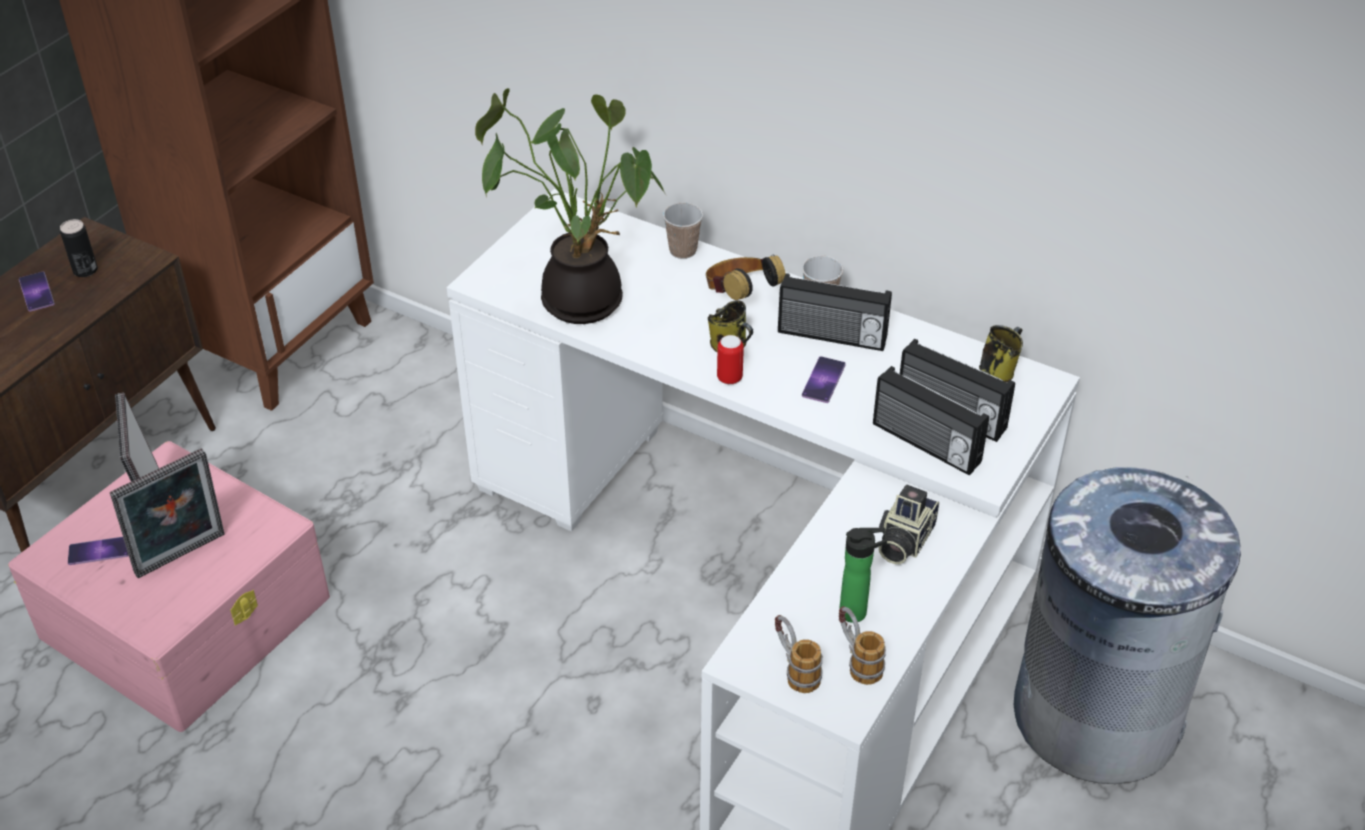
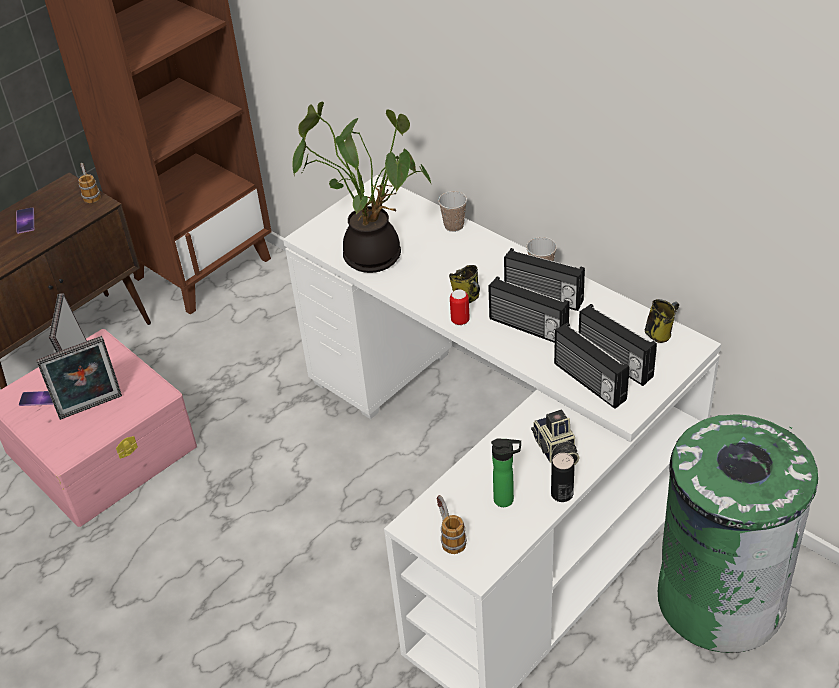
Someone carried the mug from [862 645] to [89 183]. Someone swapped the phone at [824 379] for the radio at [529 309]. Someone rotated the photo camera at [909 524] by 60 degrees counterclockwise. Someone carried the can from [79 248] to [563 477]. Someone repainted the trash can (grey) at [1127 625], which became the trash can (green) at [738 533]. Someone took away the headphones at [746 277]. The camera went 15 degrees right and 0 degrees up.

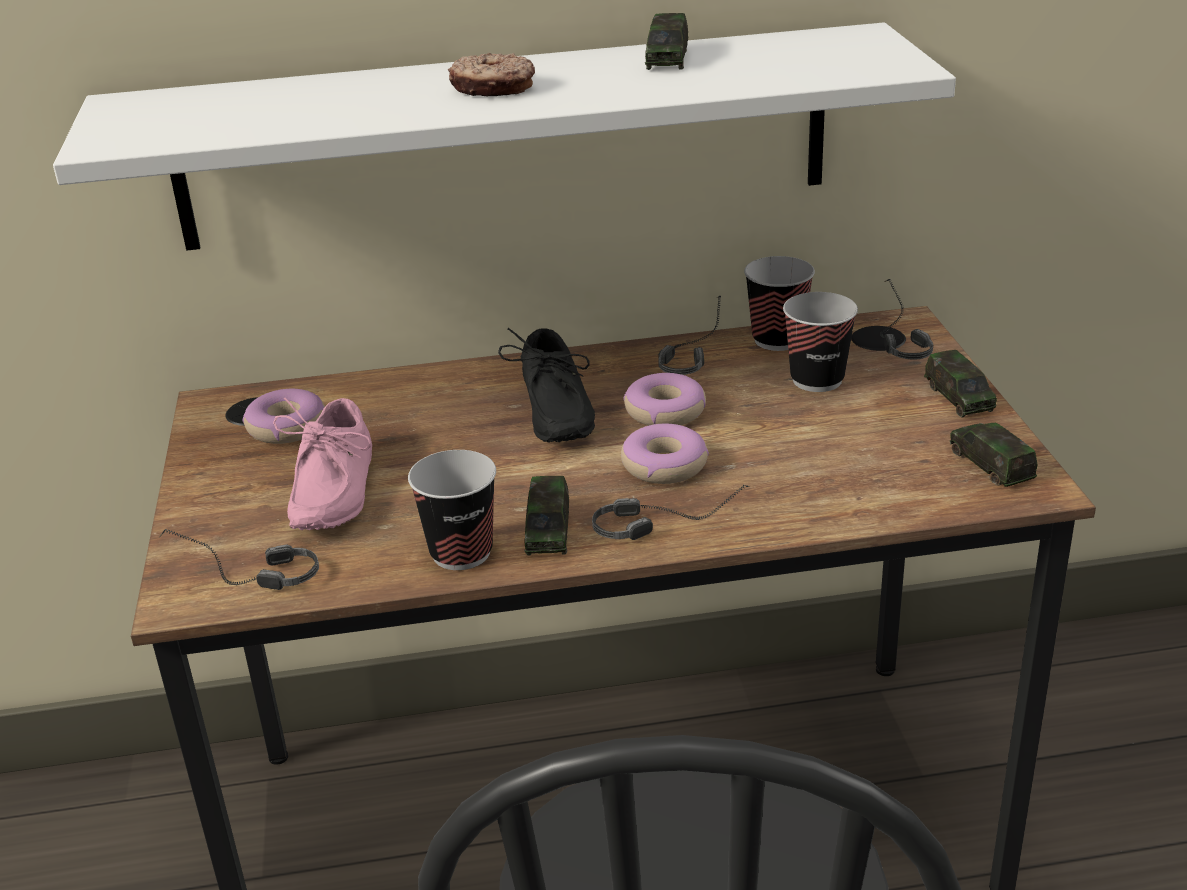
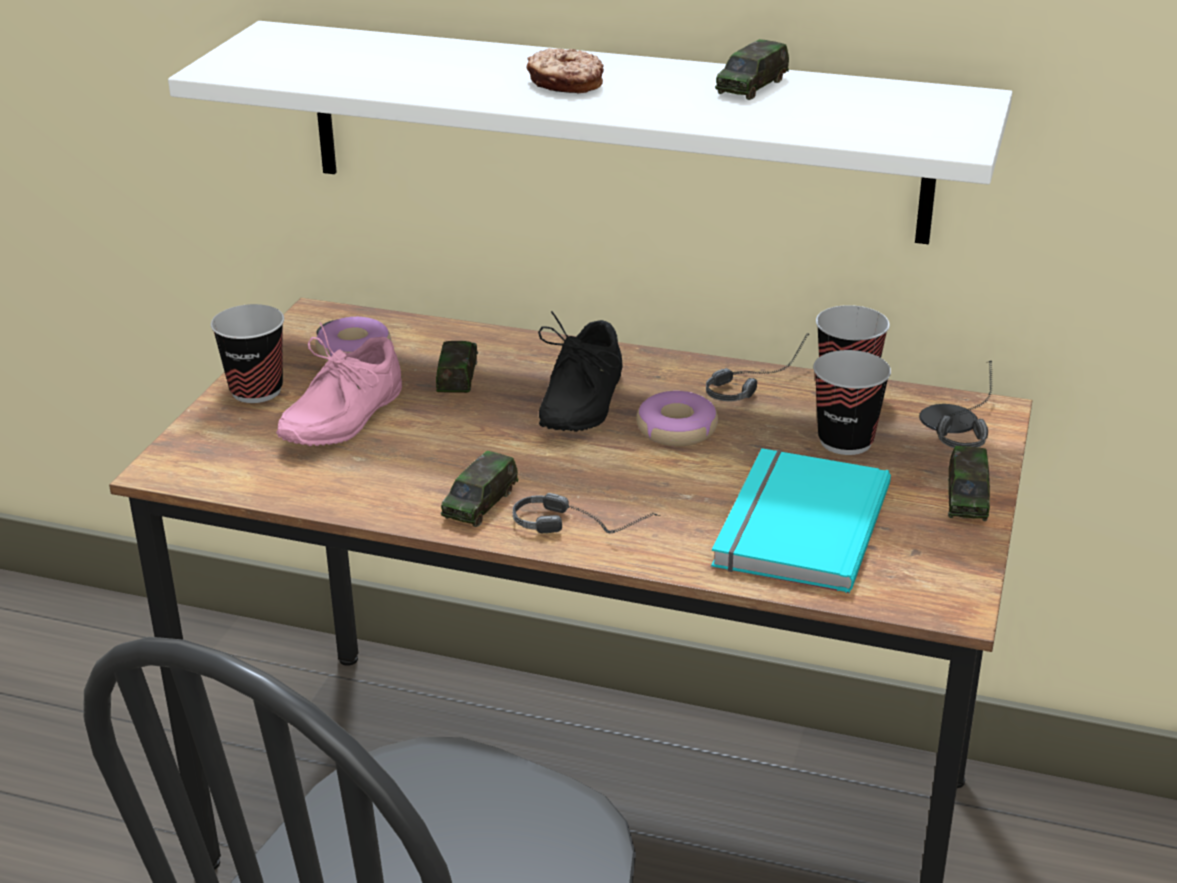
Someone carried the cup from [452 510] to [247 353]. Someone carried the toy car from [993 455] to [457 367]. Someone put down the book (turquoise) at [801 520]. Someone took away the headphones at [239 559]. Someone took away the donut at [665 454]. The camera went 25 degrees right and 0 degrees up.

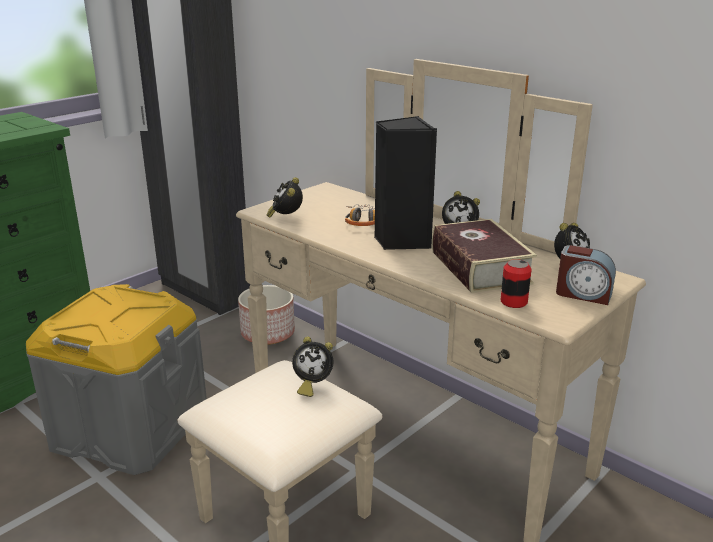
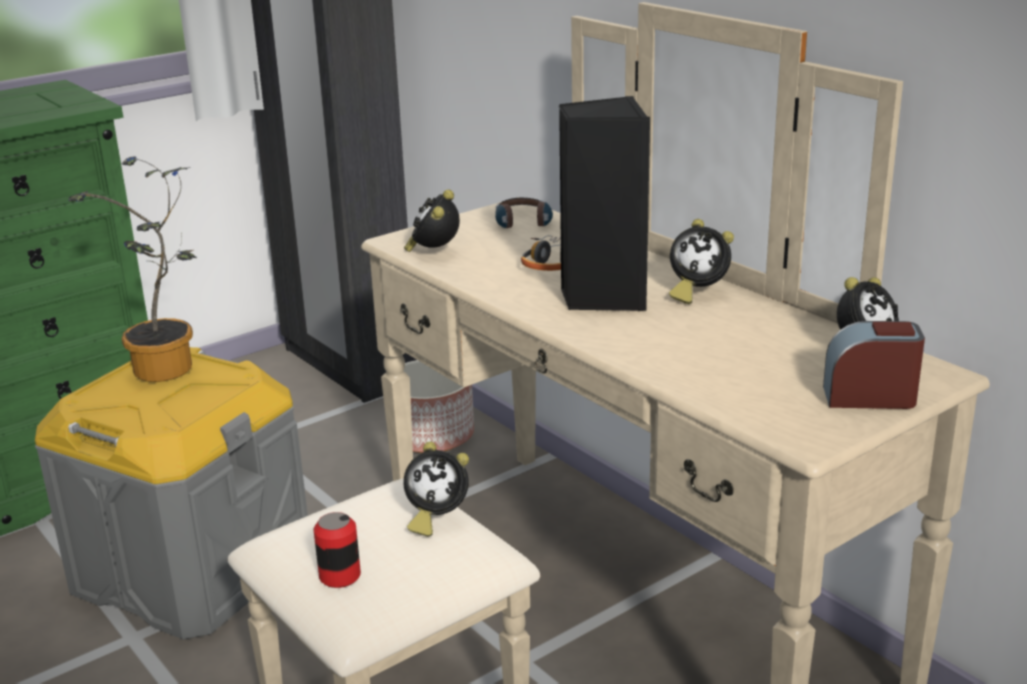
Someone put down the potted plant at [132 269]. Someone carried the can from [516 283] to [337 550]. Someone put down the headphones at [524 213]. Someone rotated the alarm clock at [586 275] by 150 degrees clockwise. Someone took away the book at [484 256]. The camera went 10 degrees right and 0 degrees up.

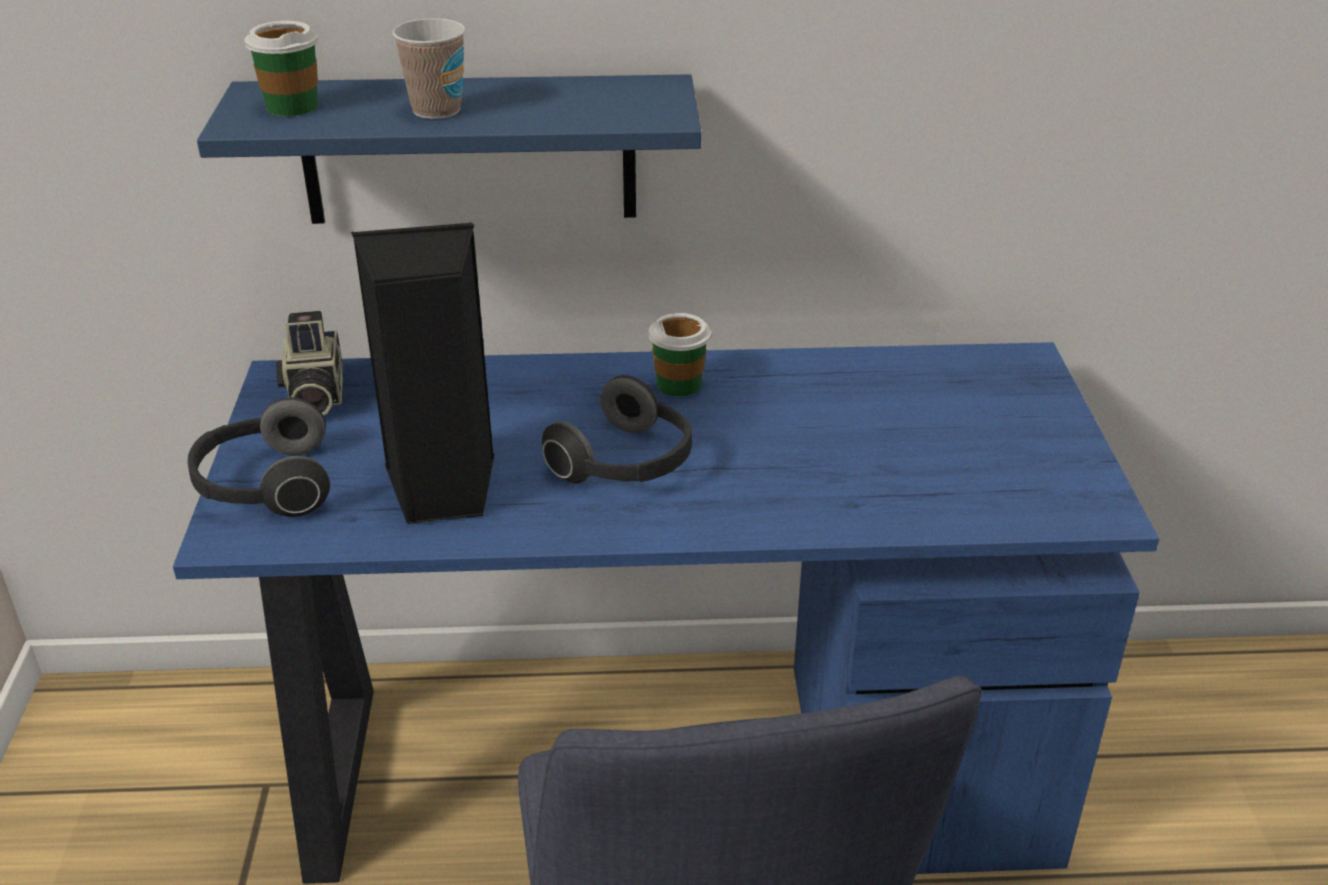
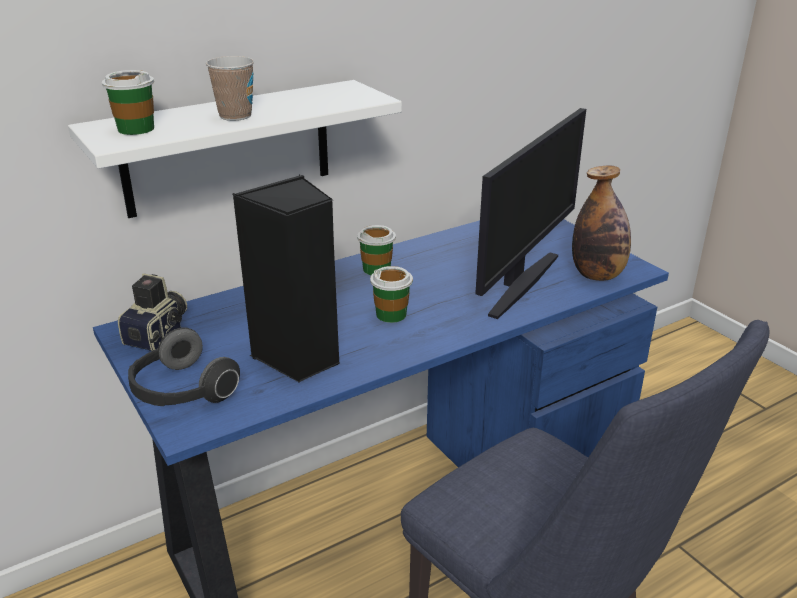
Someone repainted the shelf (blue) at [449 149], which became the shelf (white) at [235 149]. Someone rotated the photo camera at [309 363] by 120 degrees counterclockwise. Someone swapped the headphones at [617 429] for the cup at [391 294]. Someone put down the monitor at [530 213]. Someone put down the bottle at [601 223]. The camera went 30 degrees left and 5 degrees down.

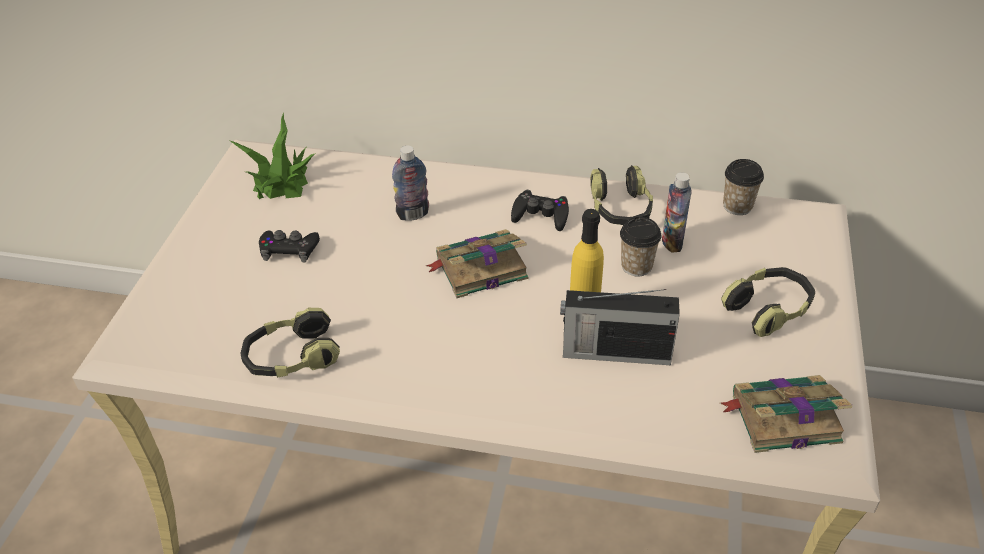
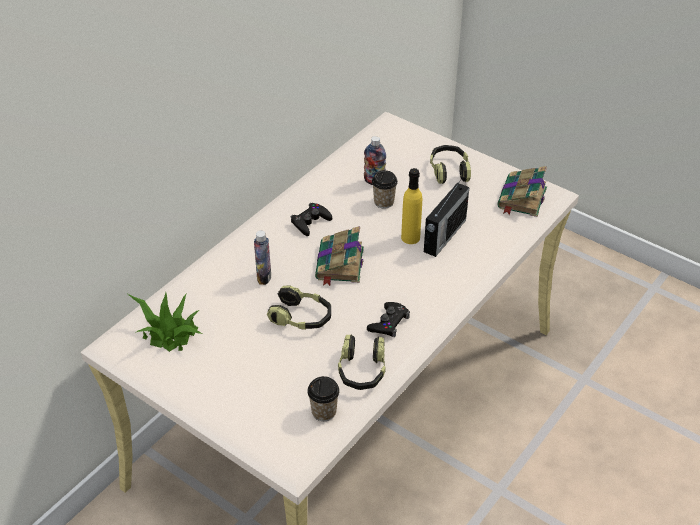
Someone carried the headphones from [621 195] to [299 307]. Someone carried the cup from [743 187] to [323 398]. Someone carried the game controller (black) from [289 246] to [388 319]. The camera went 65 degrees left and 0 degrees up.

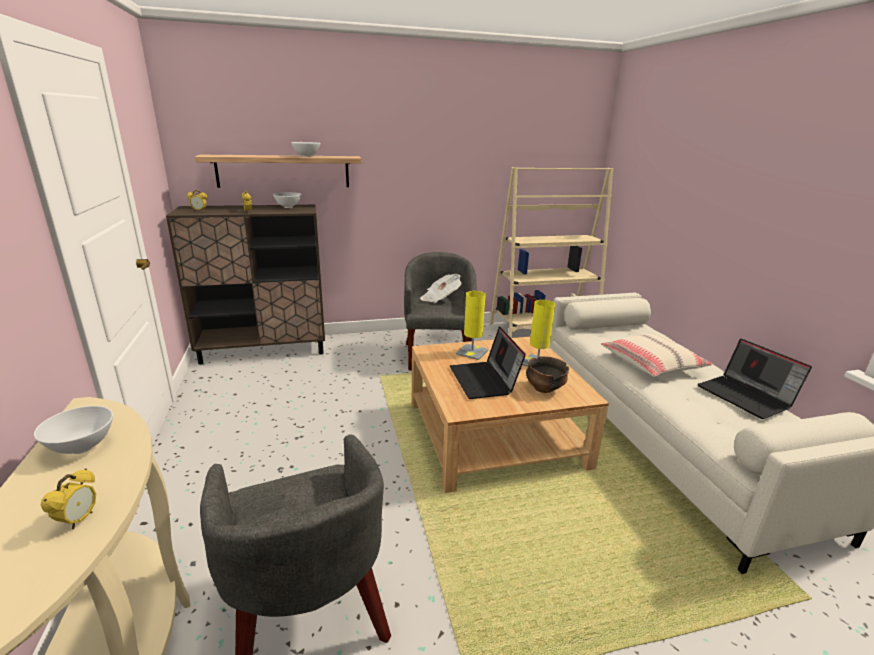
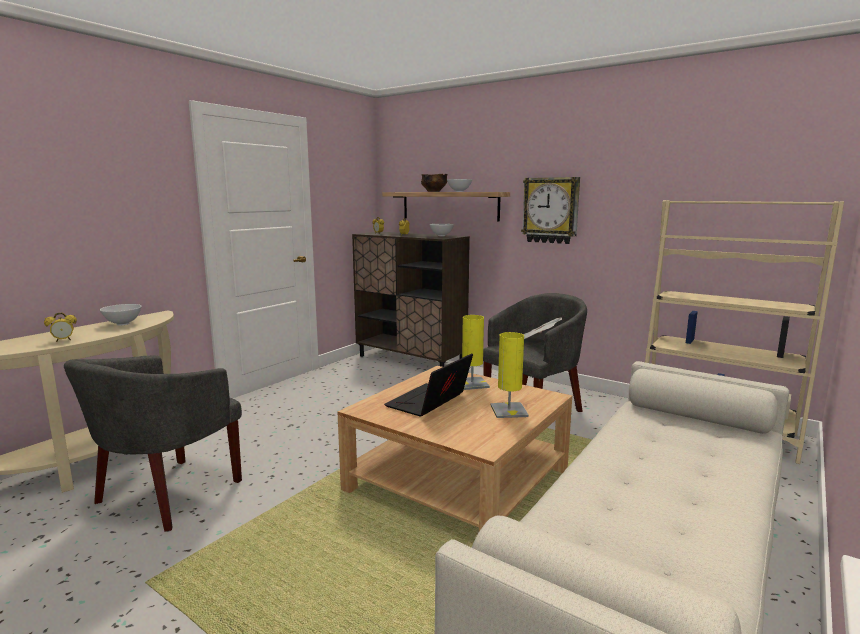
Someone carried the bowl from [547 374] to [434 183]. Someone put up the wall clock at [550 210]. Someone took away the pillow (beige) at [657 355]. Someone took away the laptop at [754 379]. The camera went 50 degrees right and 10 degrees down.

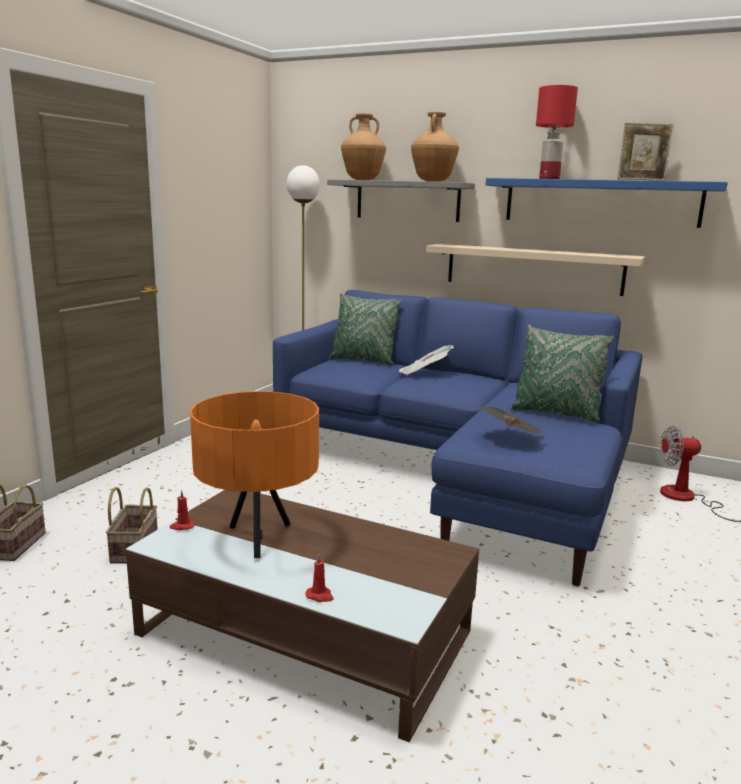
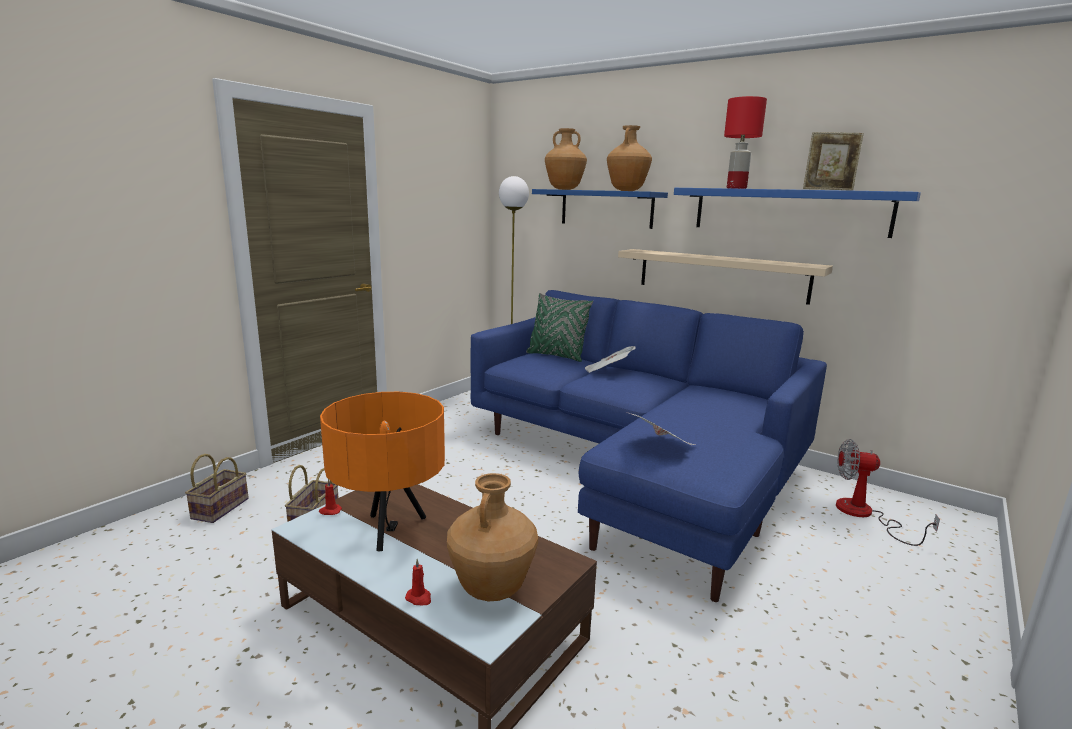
Someone put down the vase (brown) at [492 537]. Someone repainted the shelf (grey) at [401 200], which became the shelf (blue) at [600 209]. Someone took away the pillow (green) at [562 373]. The camera went 10 degrees right and 0 degrees up.

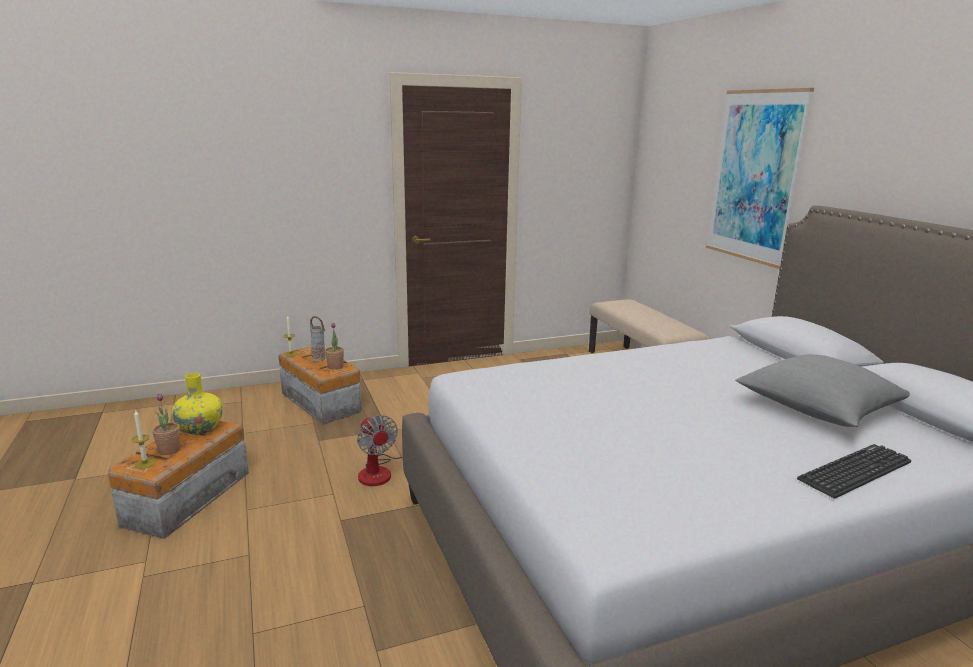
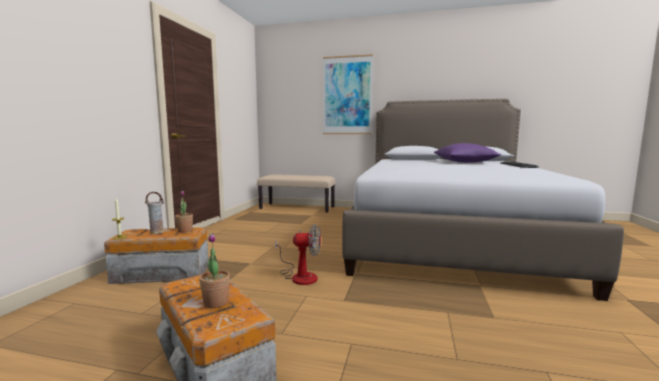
Someone repainted the pillow (grey) at [822 391], which became the pillow (purple) at [467 153]. Someone took away the candle at [143 439]. Someone took away the vase (yellow) at [197 403]. The camera went 55 degrees left and 10 degrees down.

